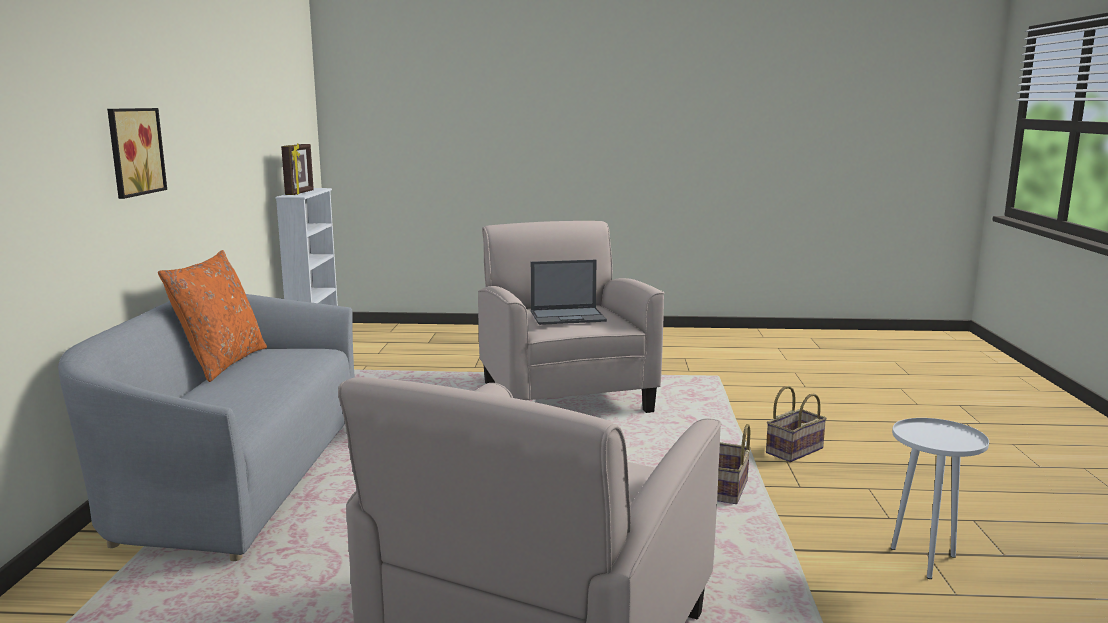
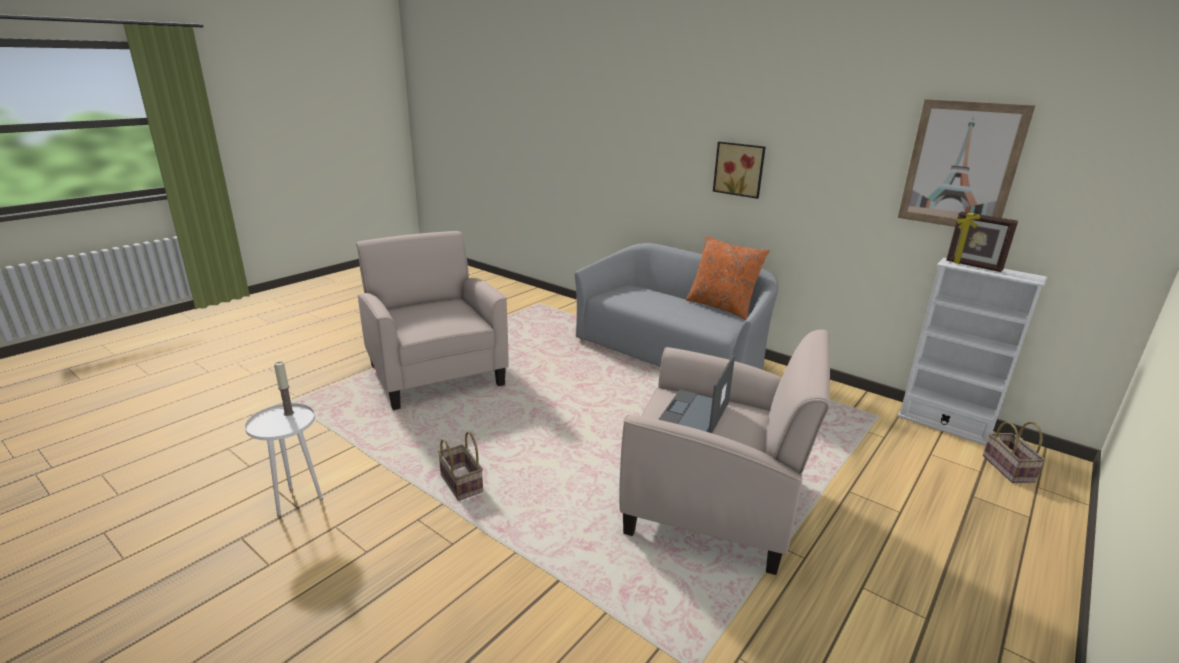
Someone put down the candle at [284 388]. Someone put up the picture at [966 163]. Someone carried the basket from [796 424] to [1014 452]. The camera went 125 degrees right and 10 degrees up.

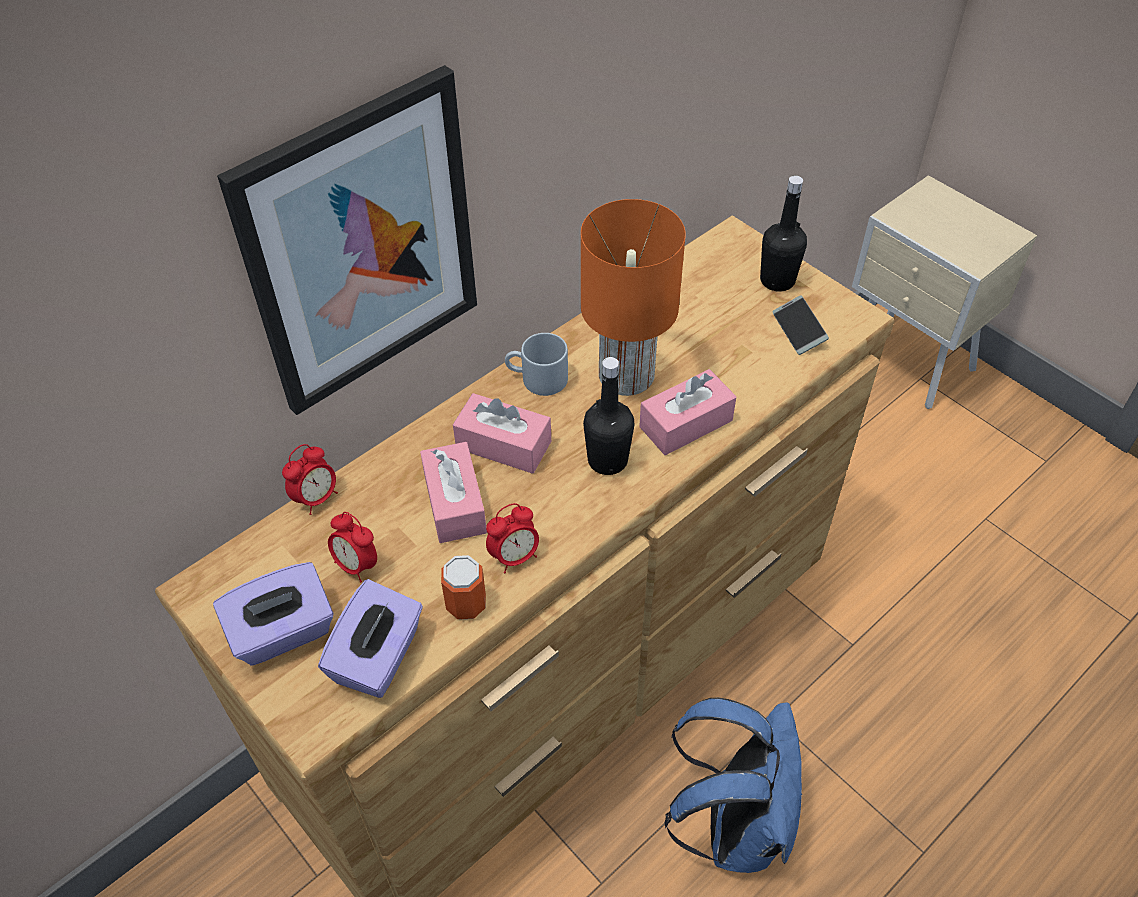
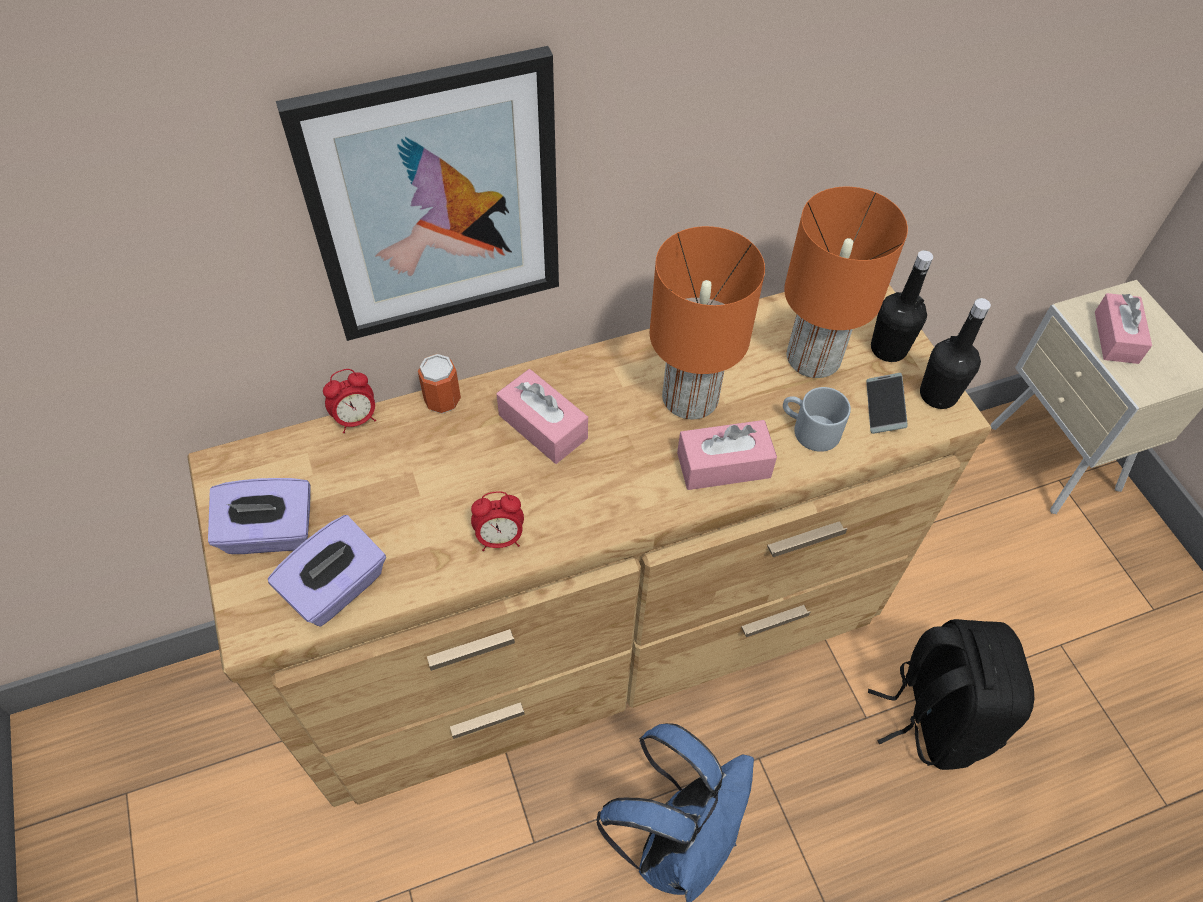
Someone carried the can from [463 587] to [439 384]. Someone carried the mug (grey) from [536 364] to [817 419]. Someone put down the table lamp (orange) at [846 282]. Someone put down the backpack (black) at [951 694]. Someone carried the bottle (black) from [608 416] to [955 353]. Someone carried the tissue box (pink) from [453 492] to [1123 328]. Someone took away the alarm clock at [352 547]. The camera went 20 degrees right and 5 degrees up.

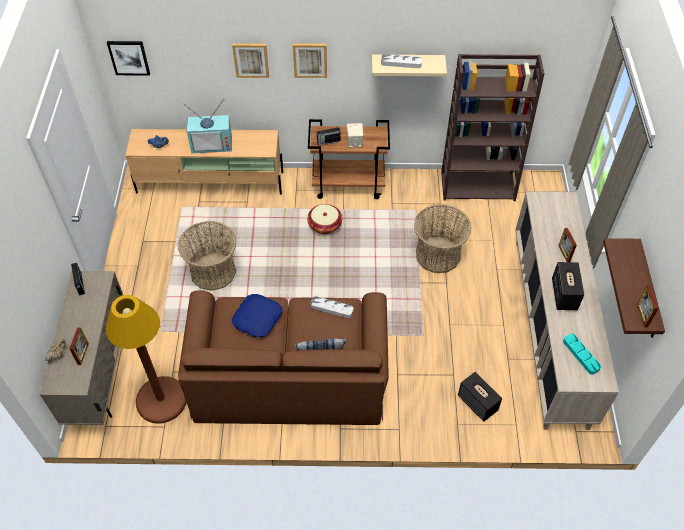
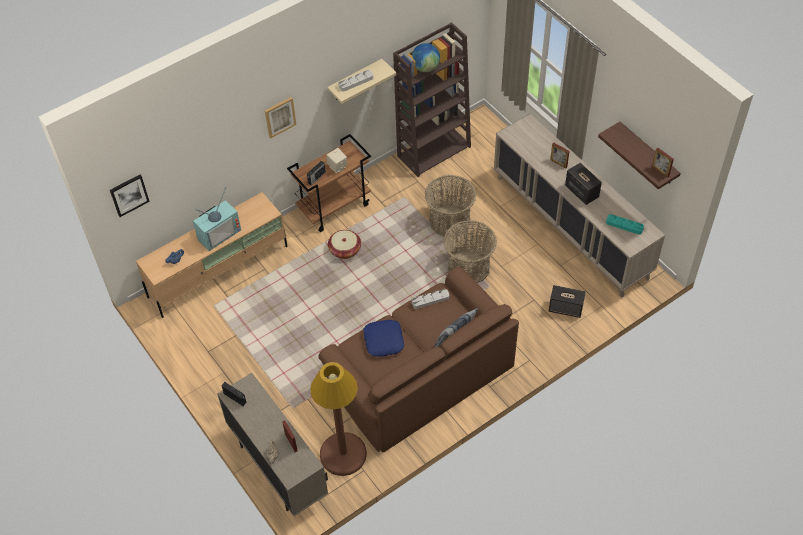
Someone put down the globe at [426 57]. Someone carried the basket from [207 256] to [470 251]. Someone took away the picture at [250 60]. The camera went 35 degrees left and 0 degrees up.

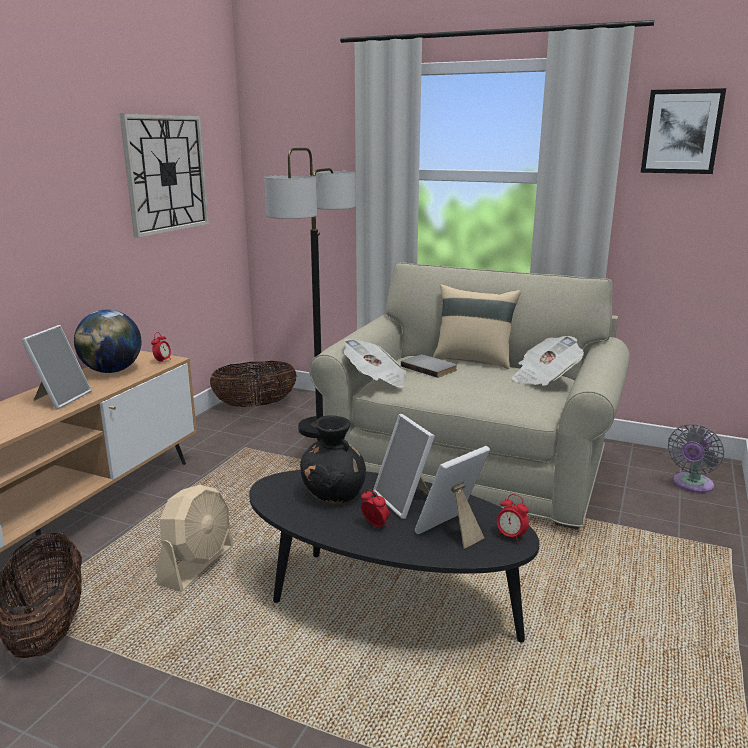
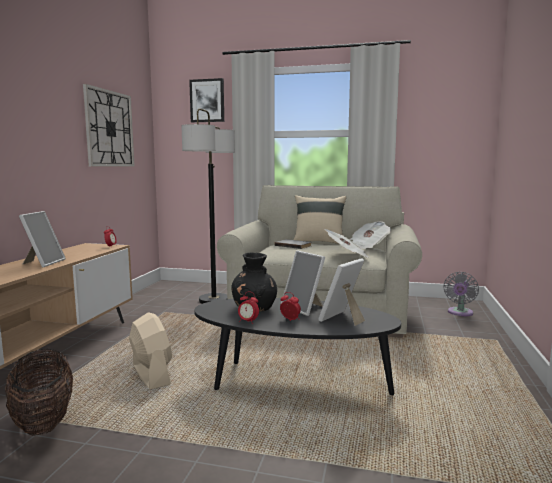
Someone rotated the fan (beige) at [195 538] by 45 degrees counterclockwise. Someone carried the picture from [683 131] to [206 100]. Someone carried the alarm clock from [513 518] to [248 307]. Someone carried the newspaper from [375 363] to [347 243]. Someone took away the globe at [108 341]. Someone took away the basket at [253 384]. The camera went 10 degrees left and 10 degrees down.

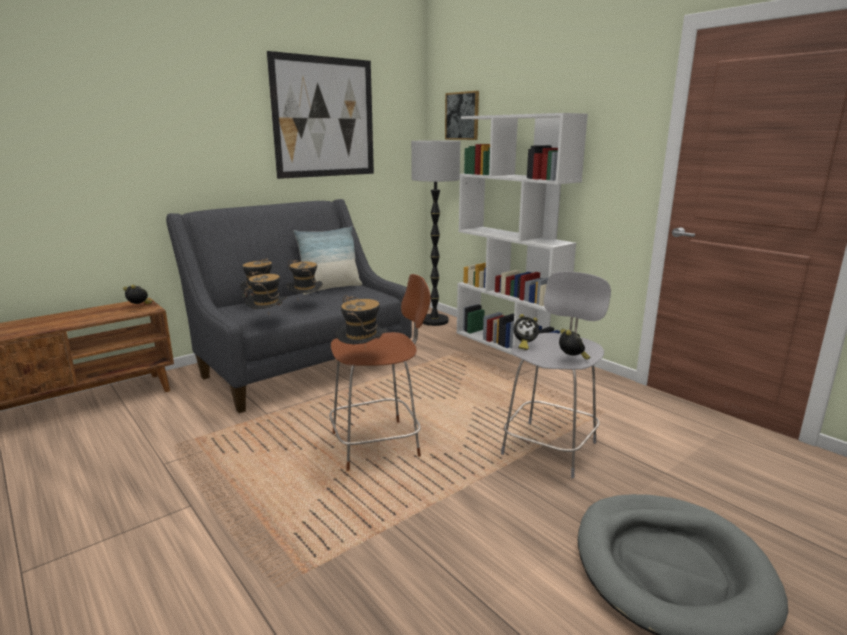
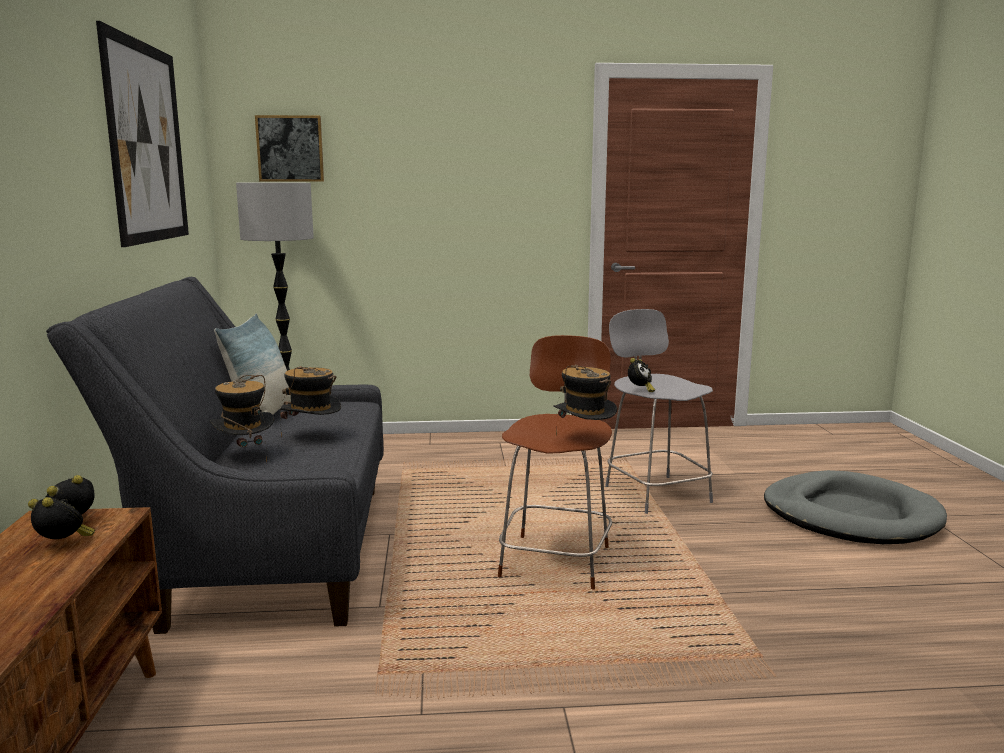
Someone carried the alarm clock from [574 344] to [61 518]. Someone took away the hat at [266 292]. Someone took away the bookcase (white) at [522 234]. The camera went 55 degrees left and 5 degrees down.

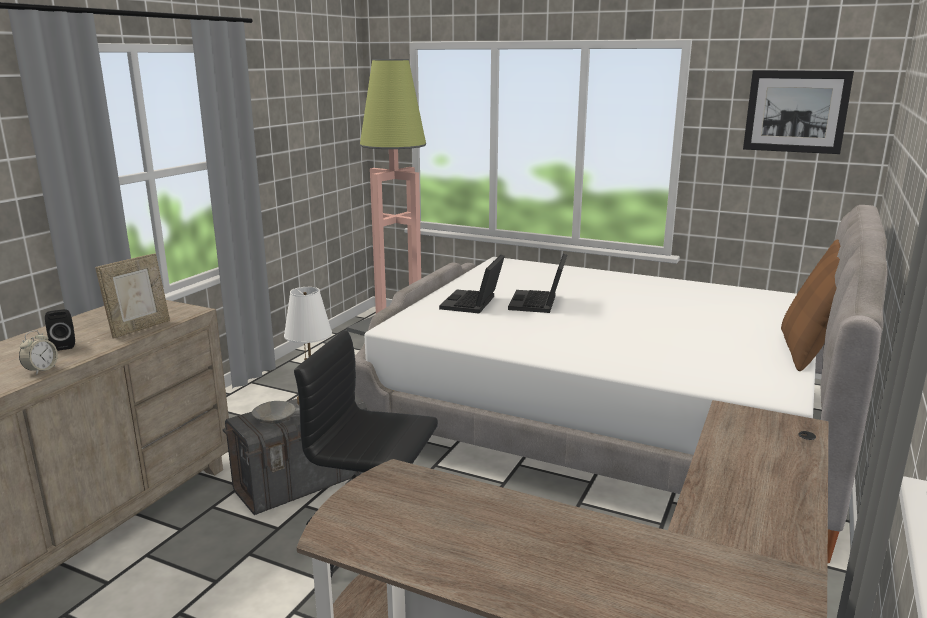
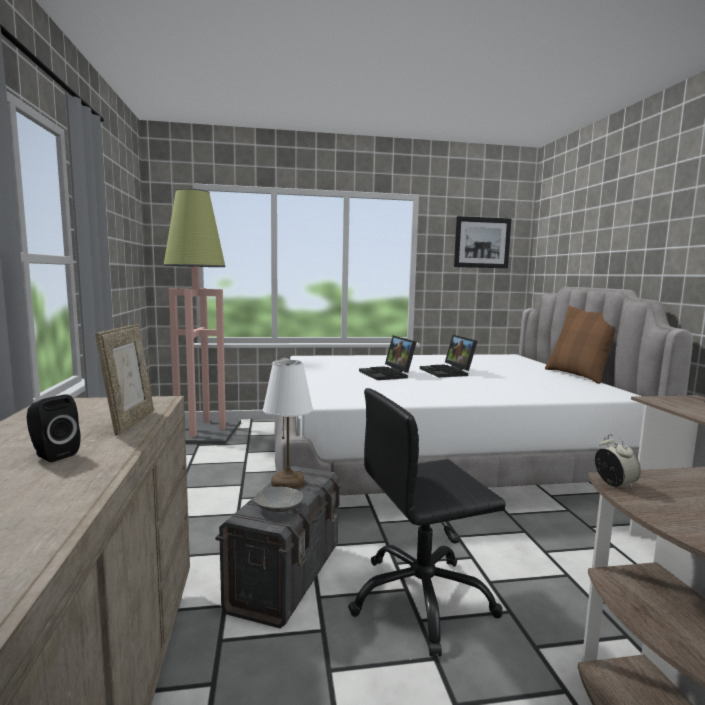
Someone carried the laptop from [472 284] to [449 356]. Someone carried the alarm clock from [38 352] to [618 461]. The camera went 35 degrees left and 10 degrees down.

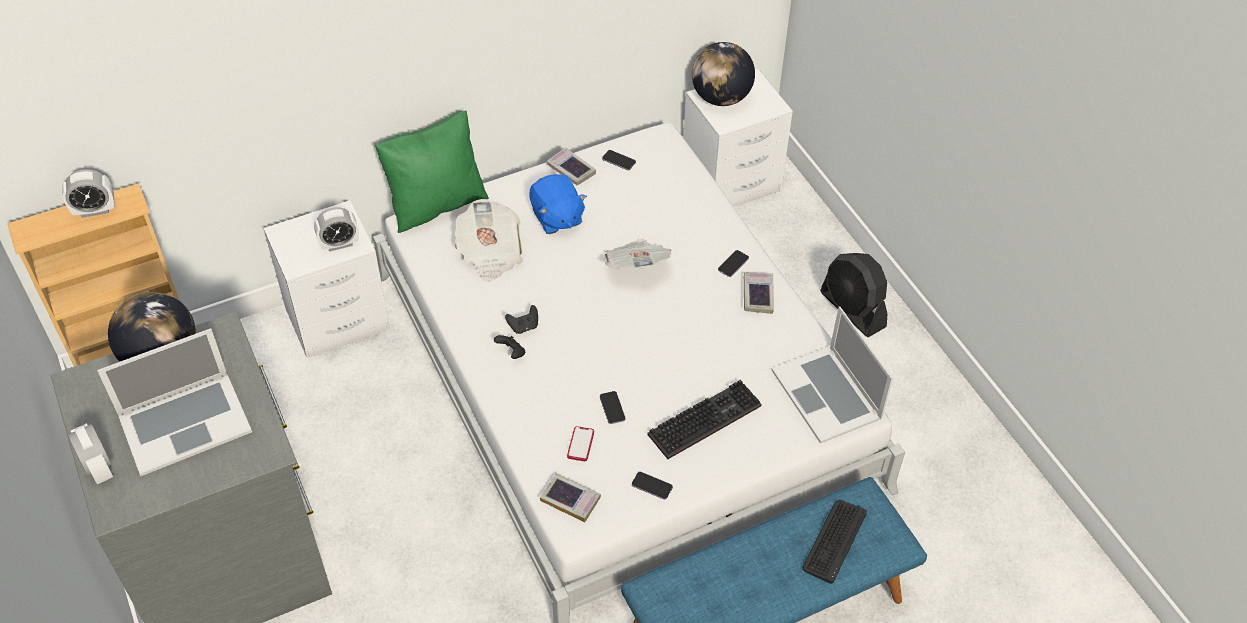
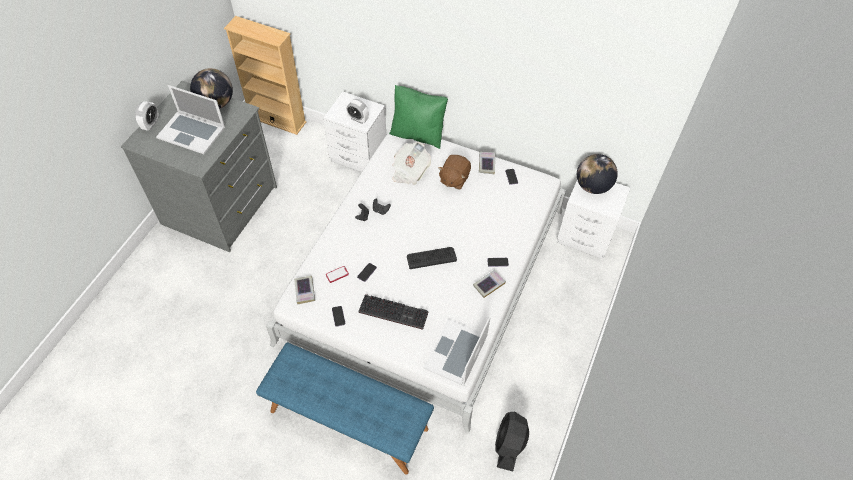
Someone carried the keyboard from [835 542] to [432 258]. Someone repainted the plush toy (blue) at [558 204], which became the plush toy (brown) at [454 172]. Someone carried the fan (black) from [853 295] to [512 442]. Someone took away the alarm clock at [88 193]. Someone took away the newspaper at [638 254]. The camera went 50 degrees right and 5 degrees up.

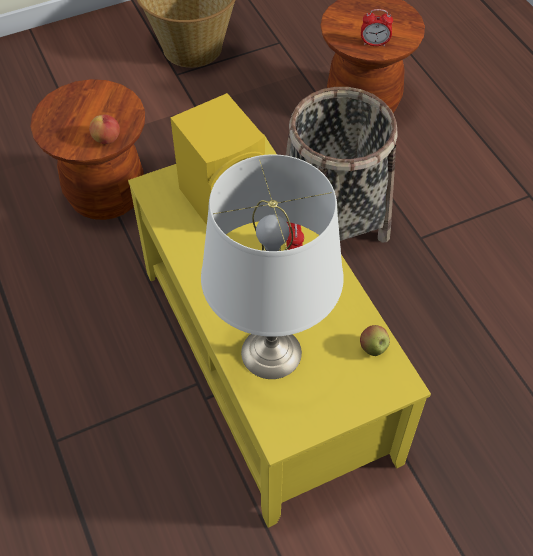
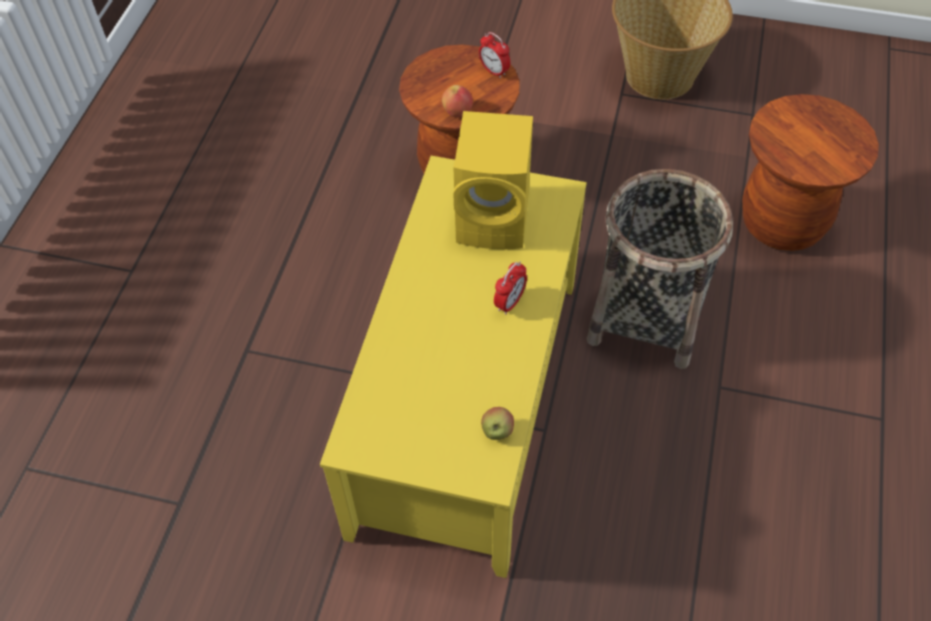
Someone carried the alarm clock from [377 28] to [494 55]. Someone took away the table lamp (white) at [272 266]. The camera went 40 degrees right and 0 degrees up.

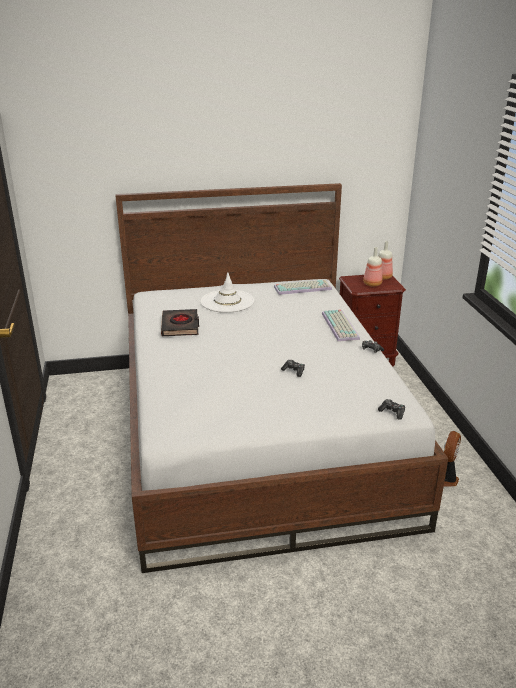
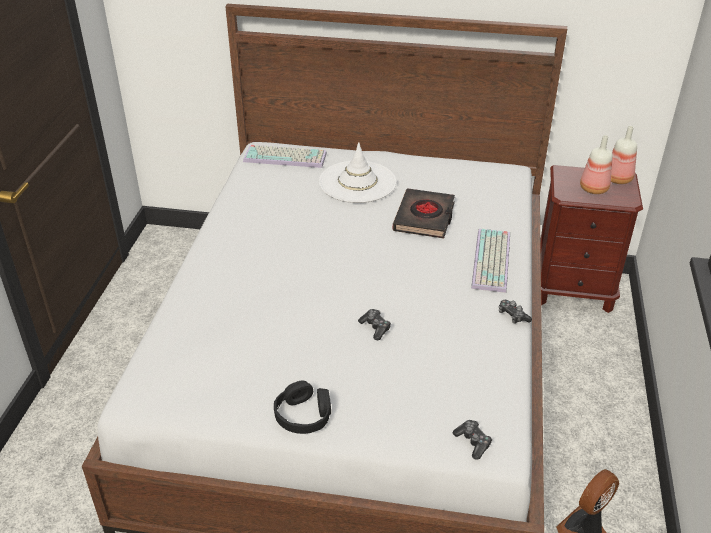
Someone carried the keyboard from [303 287] to [285 156]. Someone put down the headphones (black) at [302 407]. Someone carried the book (black) from [180 322] to [424 213]. The camera went 20 degrees right and 10 degrees up.

